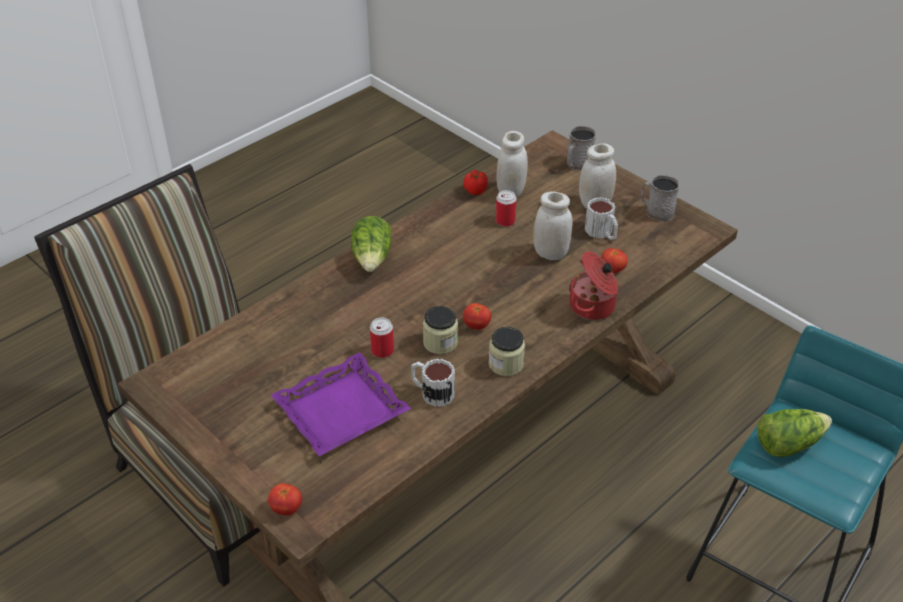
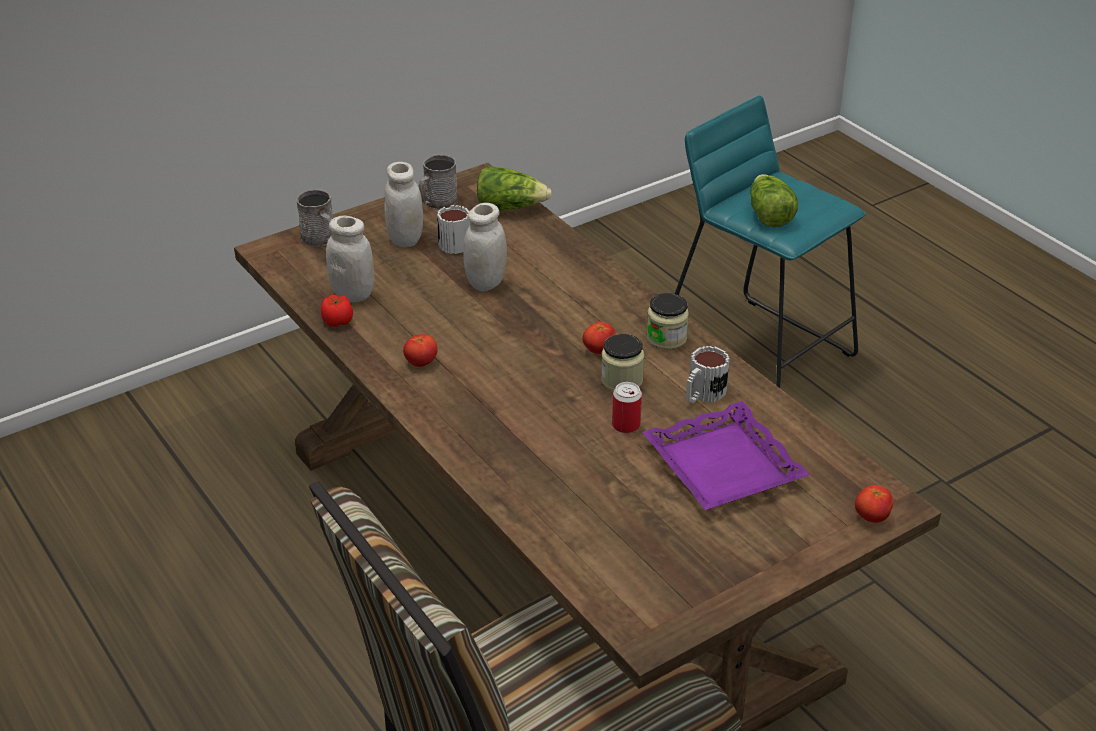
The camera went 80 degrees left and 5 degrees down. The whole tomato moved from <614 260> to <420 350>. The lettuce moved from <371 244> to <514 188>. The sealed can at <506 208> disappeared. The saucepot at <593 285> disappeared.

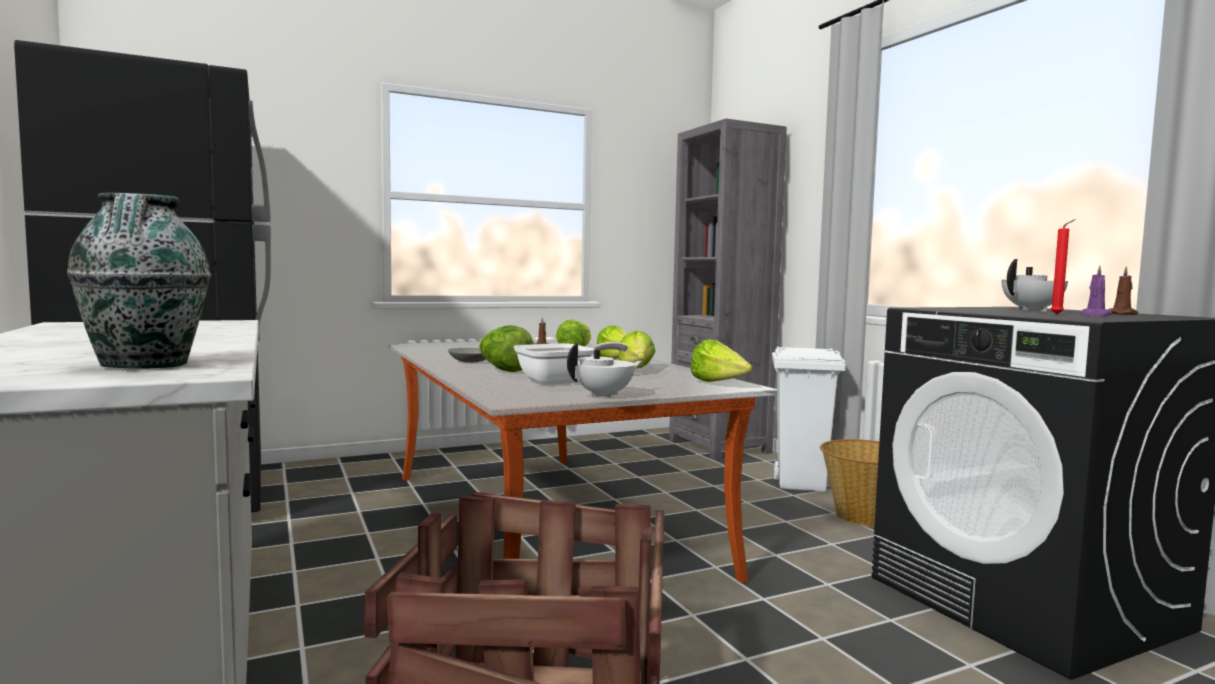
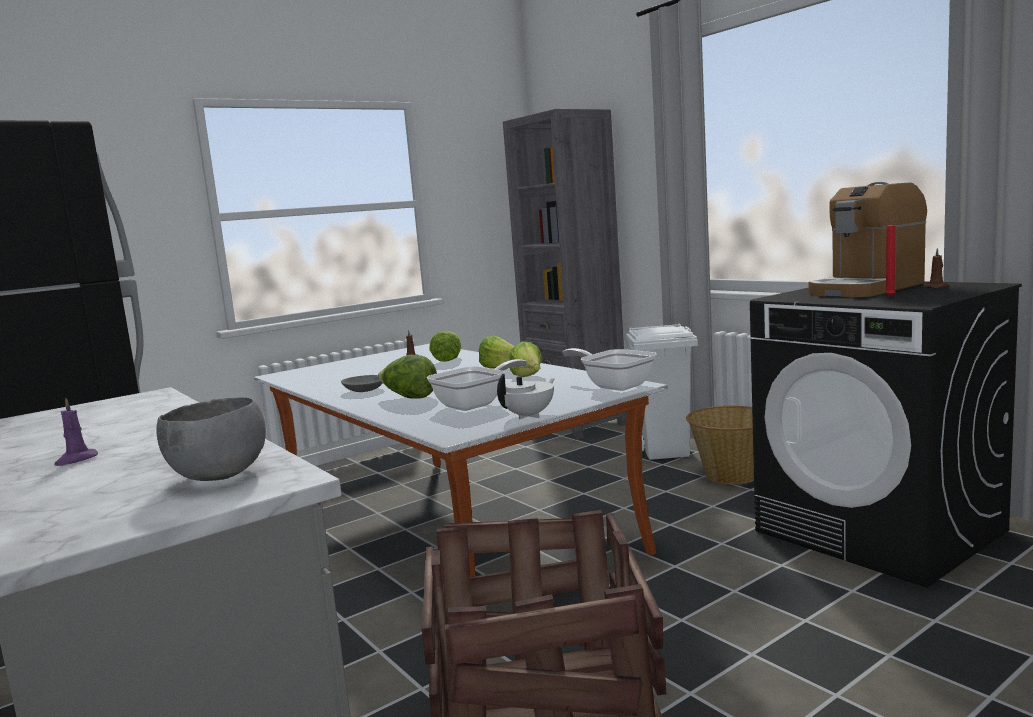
The camera went 10 degrees left and 5 degrees up. The purplish wax candle moved from <1096 290> to <76 432>. The decorative vase at <139 281> was replaced by the grey deep dish at <211 439>. The lettuce at <721 360> was replaced by the frying pan at <609 369>. The whitish teapot at <1035 285> was replaced by the coffee maker at <867 240>.

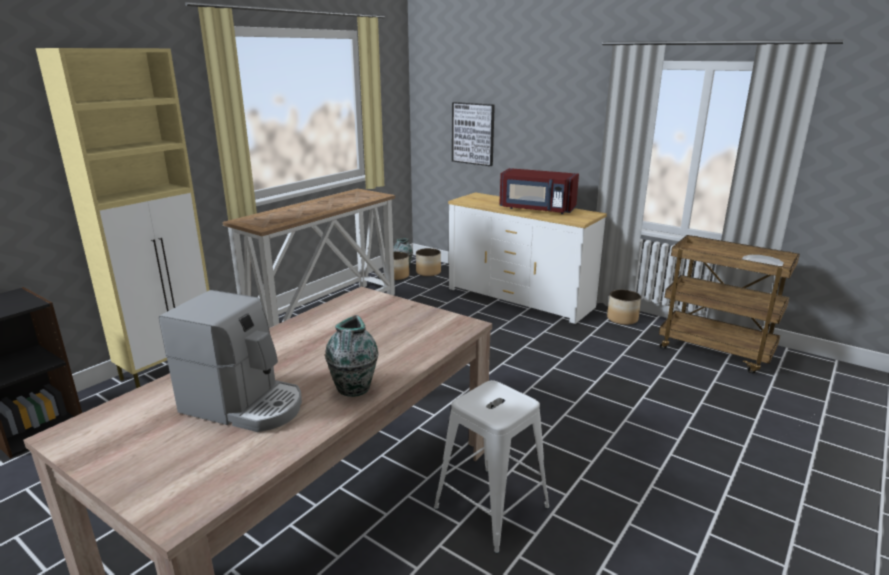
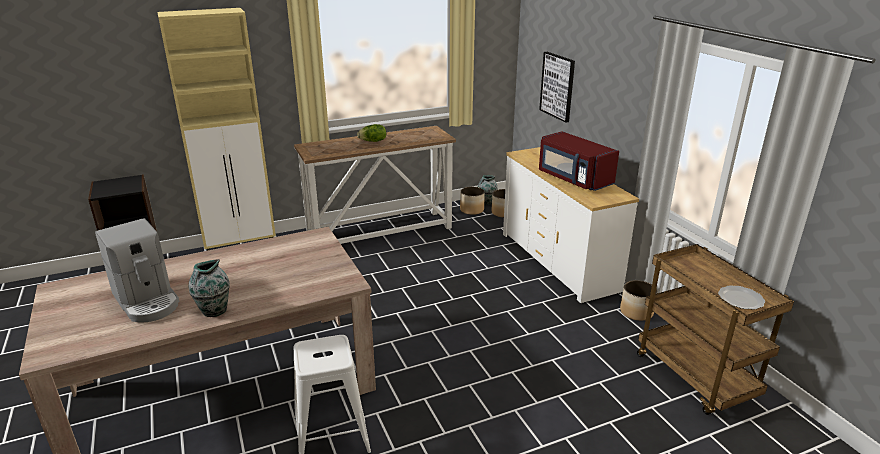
The camera went 30 degrees right and 5 degrees up. The lettuce at <371 133> appeared.

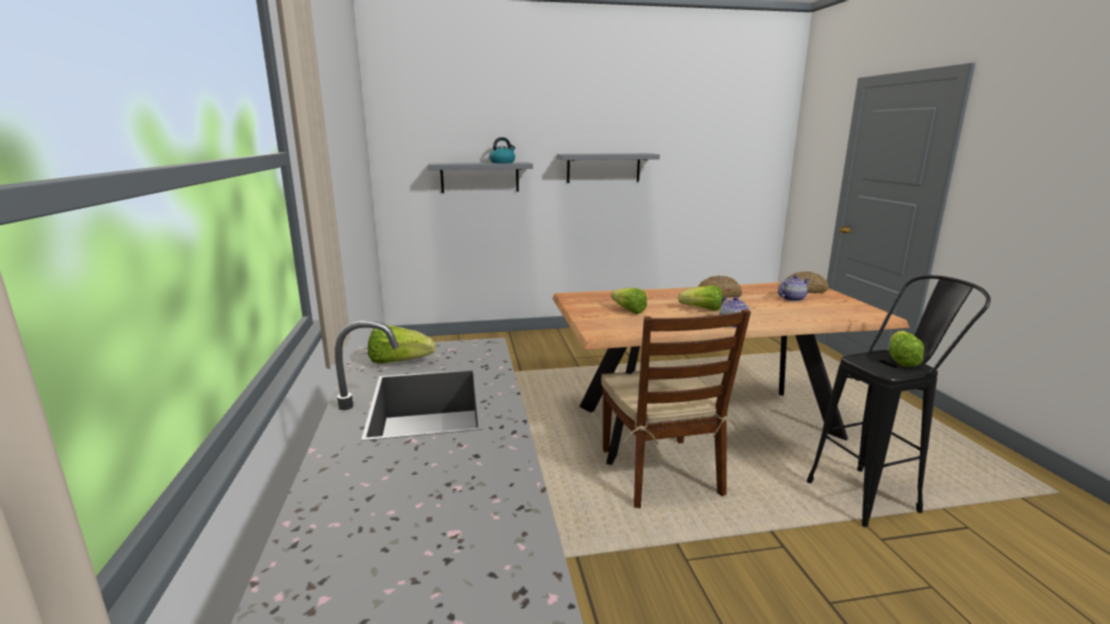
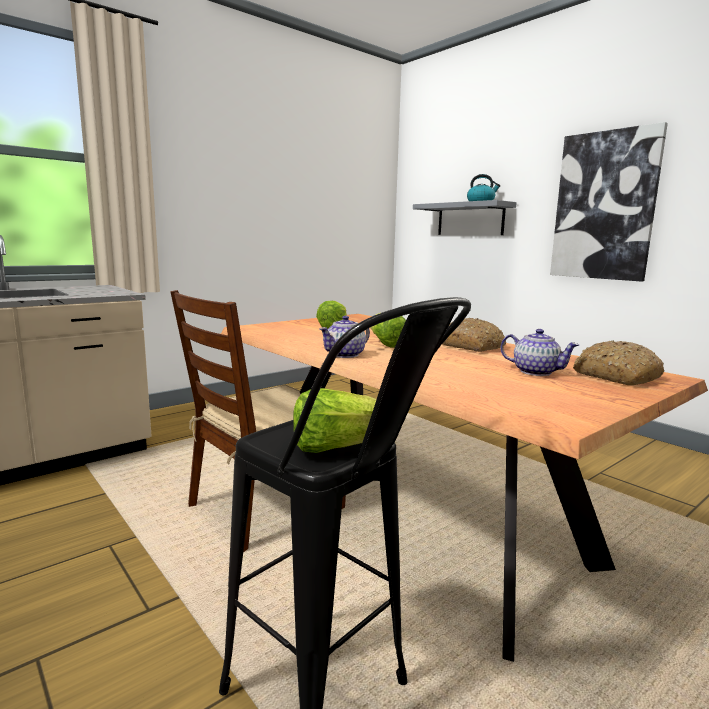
The camera went 60 degrees right and 5 degrees down. The grey wall shelf at <608 168> was replaced by the wall picture at <609 202>. The lettuce at <401 344> disappeared.

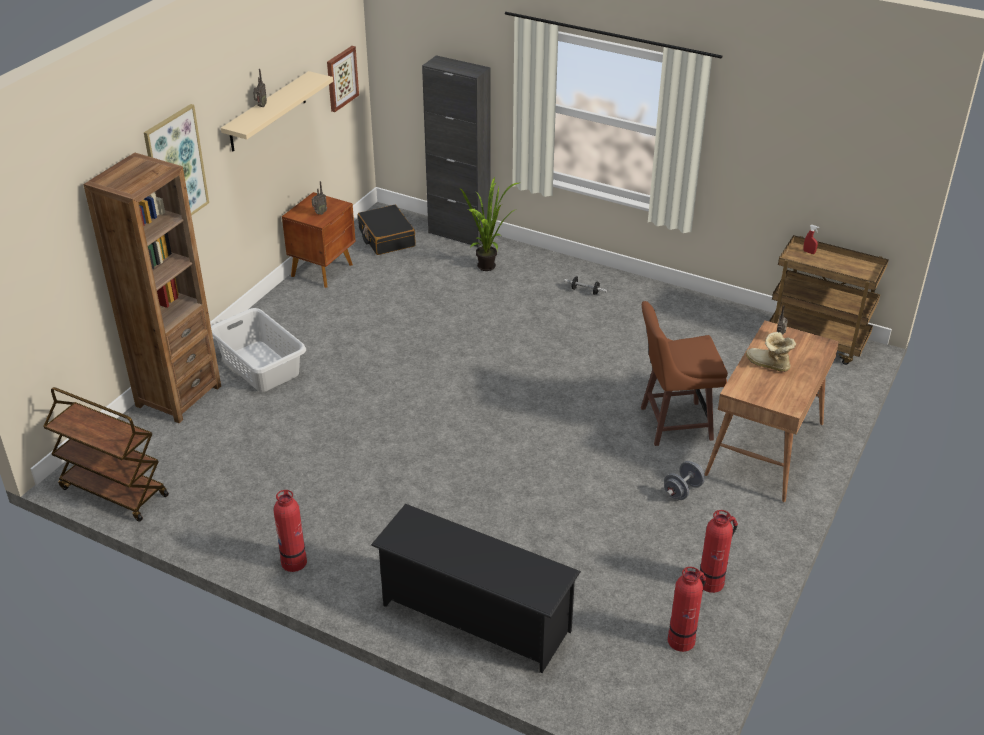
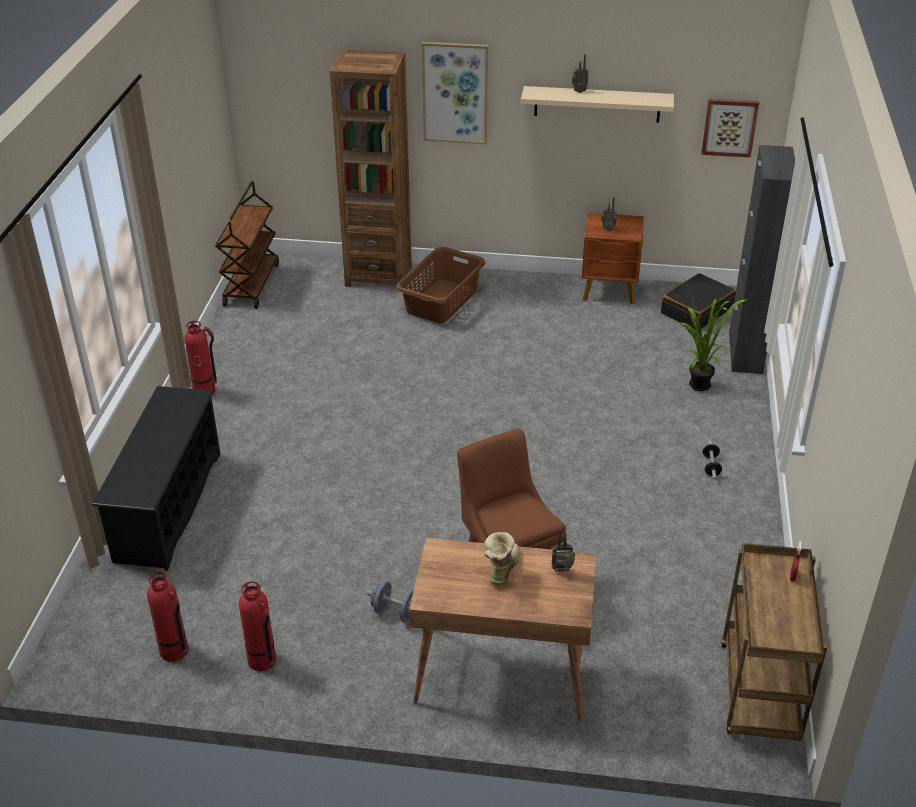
The camera went 70 degrees right and 0 degrees up. The grey laundry basket at <258 350> became the brown laundry basket at <440 285>.

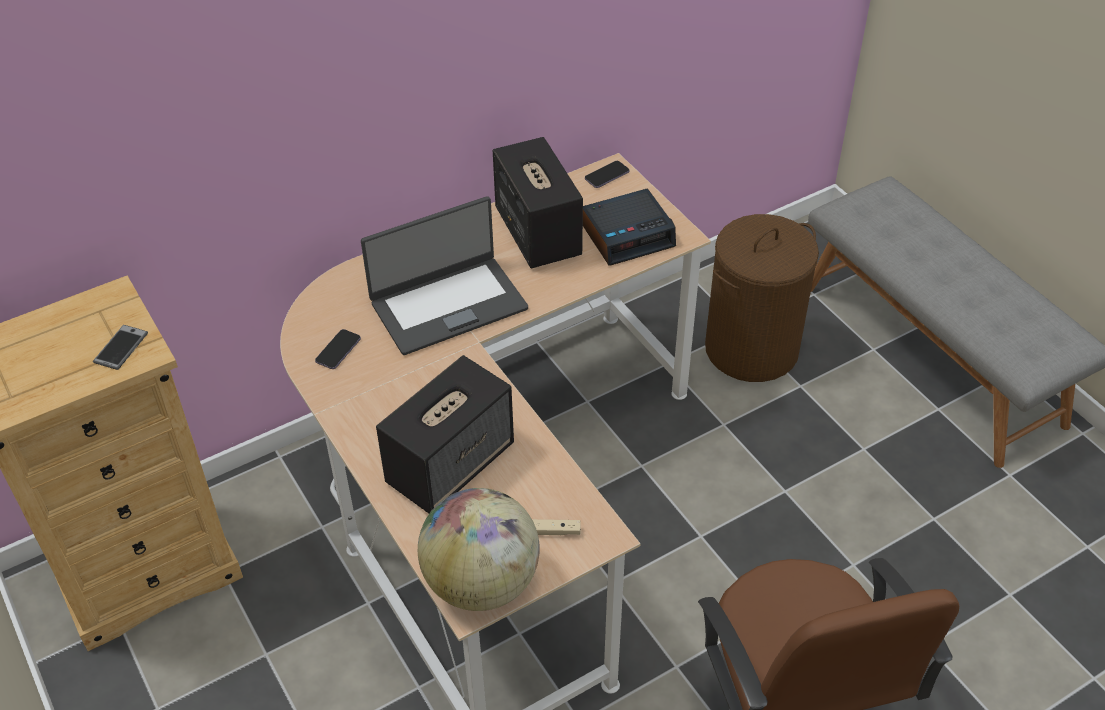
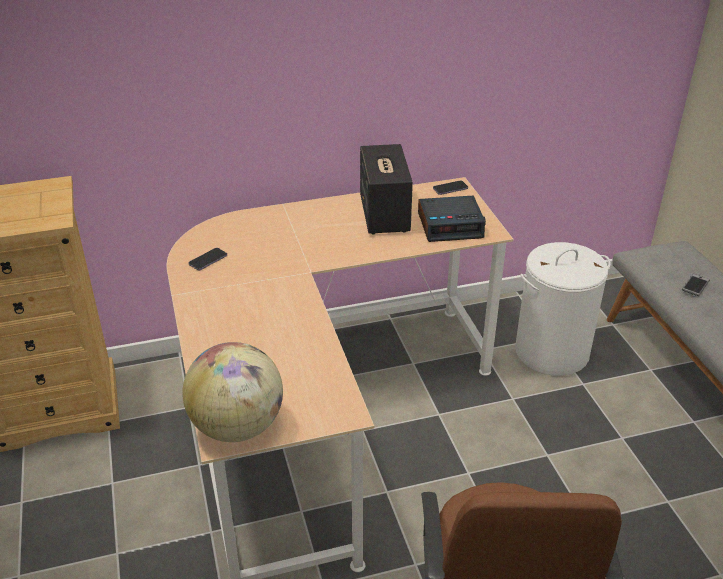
The camera went 15 degrees right and 10 degrees down. The brown laundry basket at <762 298> became the whitish laundry basket at <563 309>. The handset moved from <120 347> to <696 285>. The notebook computer at <444 275> disappeared. The audio speaker at <445 434> disappeared. The beige game controller at <556 527> disappeared.

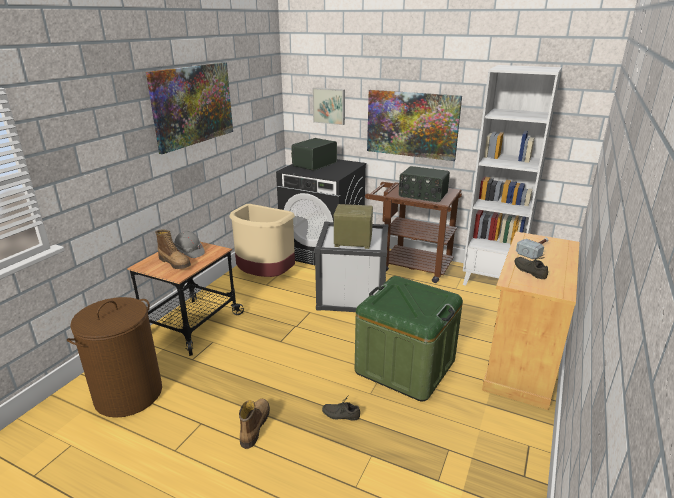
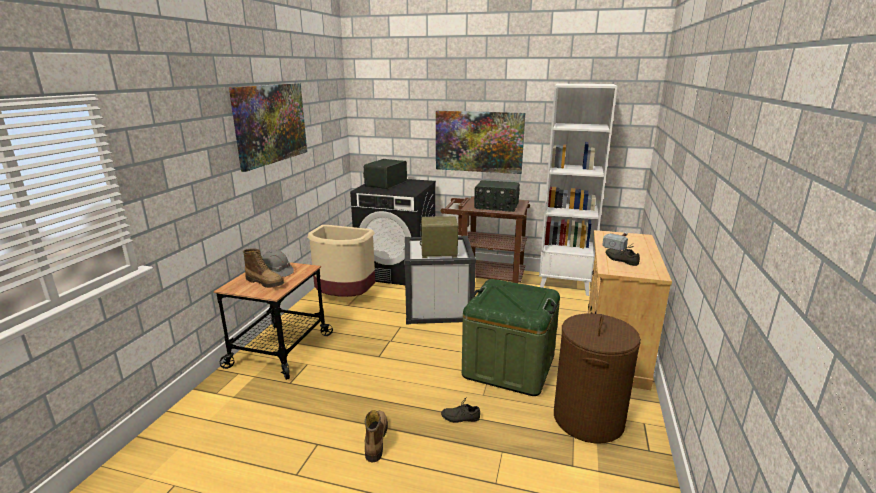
The camera went 10 degrees left and 5 degrees down. The brown laundry basket moved from <114 357> to <597 378>. The wall picture at <329 106> disappeared.

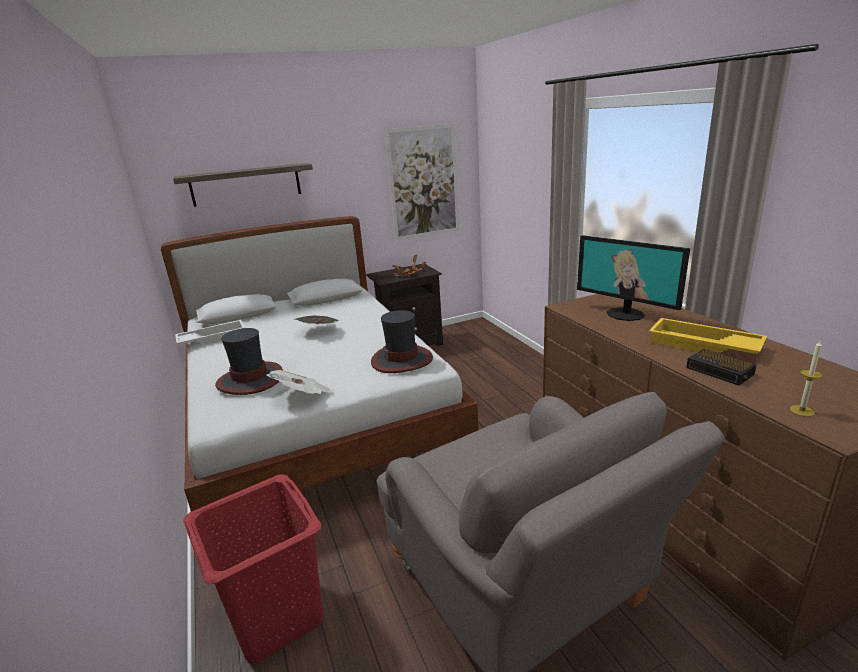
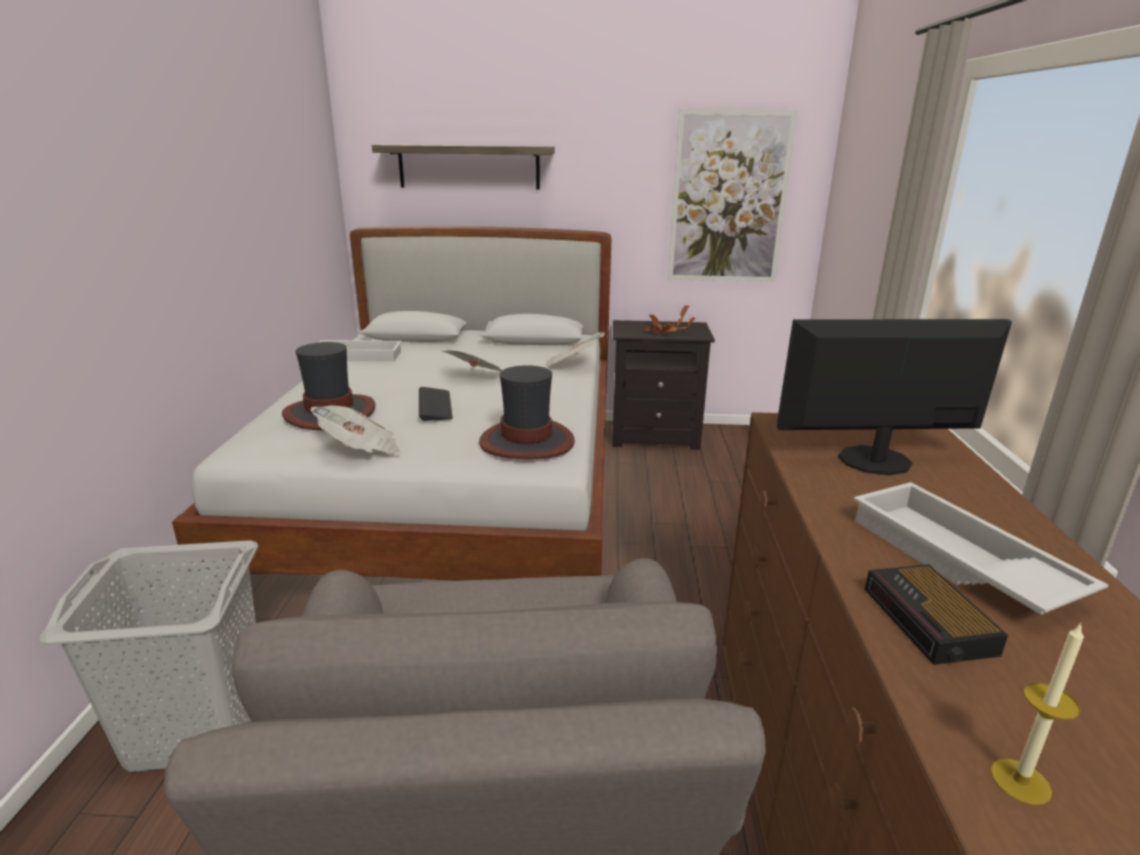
The camera went 25 degrees right and 0 degrees up. The red laundry basket at <253 568> became the grey laundry basket at <149 656>. The PC keyboard at <436 404> appeared. The daily paper at <575 349> appeared. The computer display at <633 278> turned 105 degrees clockwise. The yellow-coloured tray at <708 336> became the whitish tray at <981 548>.

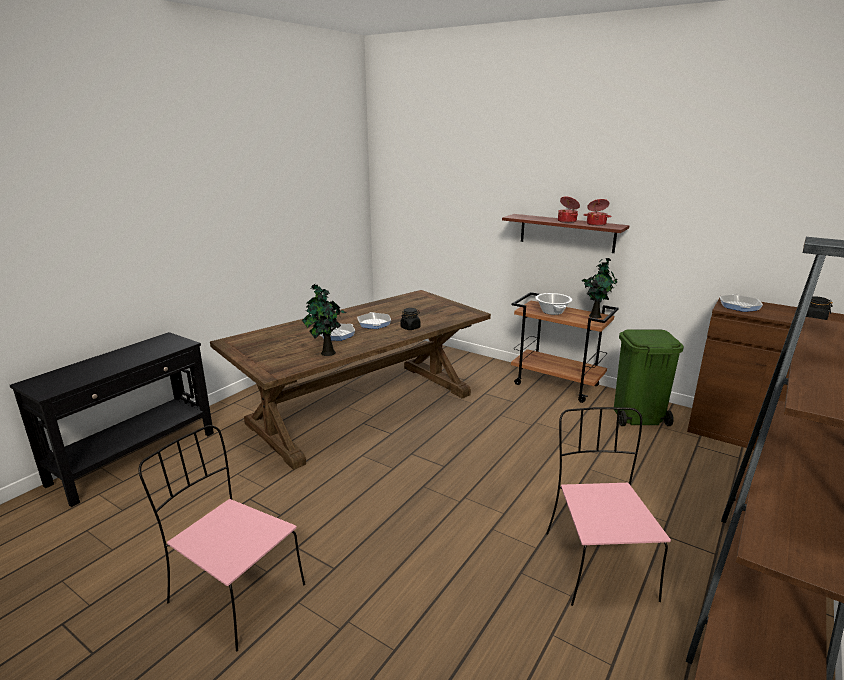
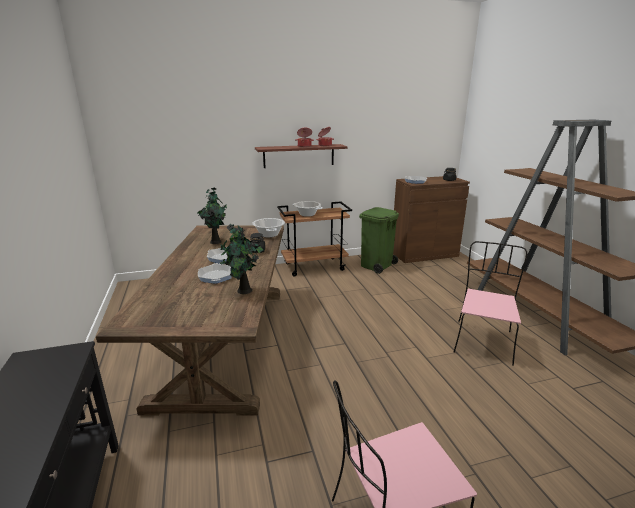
The camera went 50 degrees left and 0 degrees up. The houseplant moved from <600 288> to <212 215>. The saucepot at <268 227> appeared. The pink chair at <608 506> turned 75 degrees clockwise.

